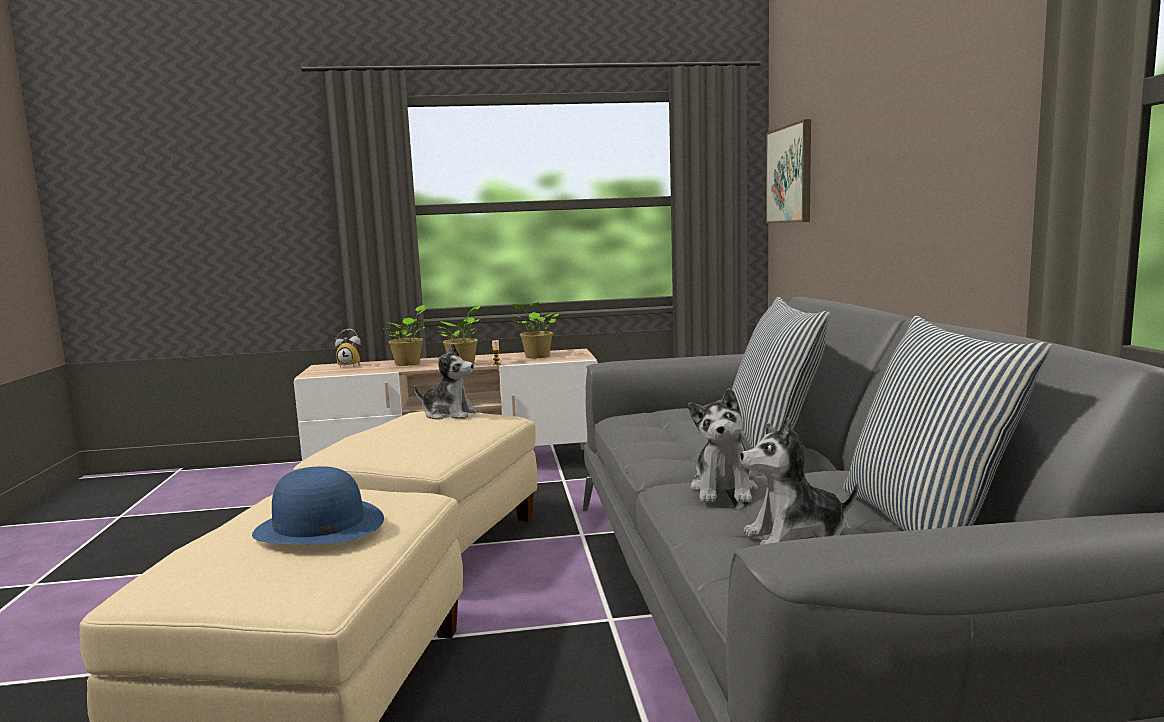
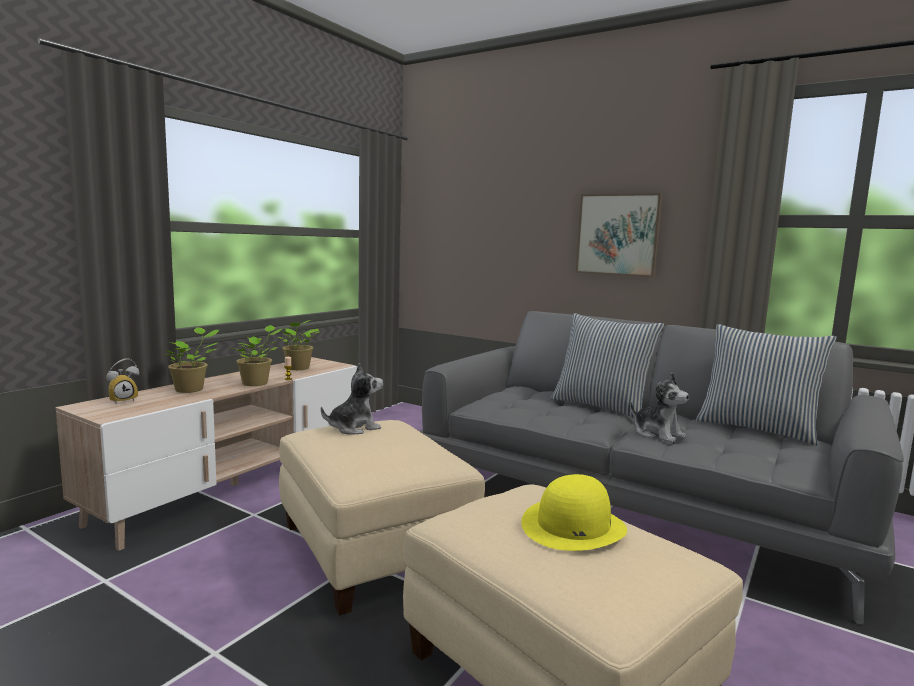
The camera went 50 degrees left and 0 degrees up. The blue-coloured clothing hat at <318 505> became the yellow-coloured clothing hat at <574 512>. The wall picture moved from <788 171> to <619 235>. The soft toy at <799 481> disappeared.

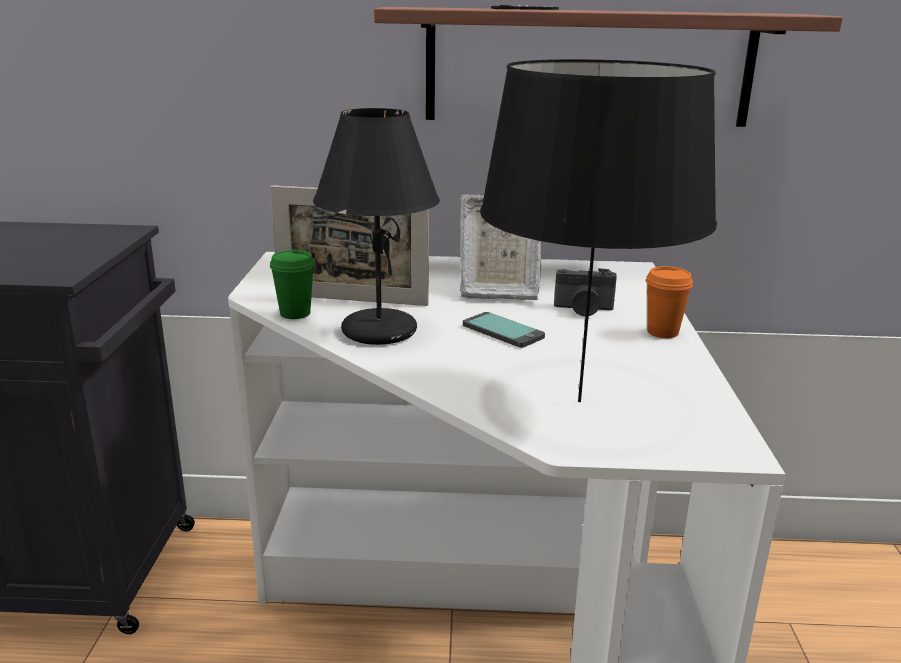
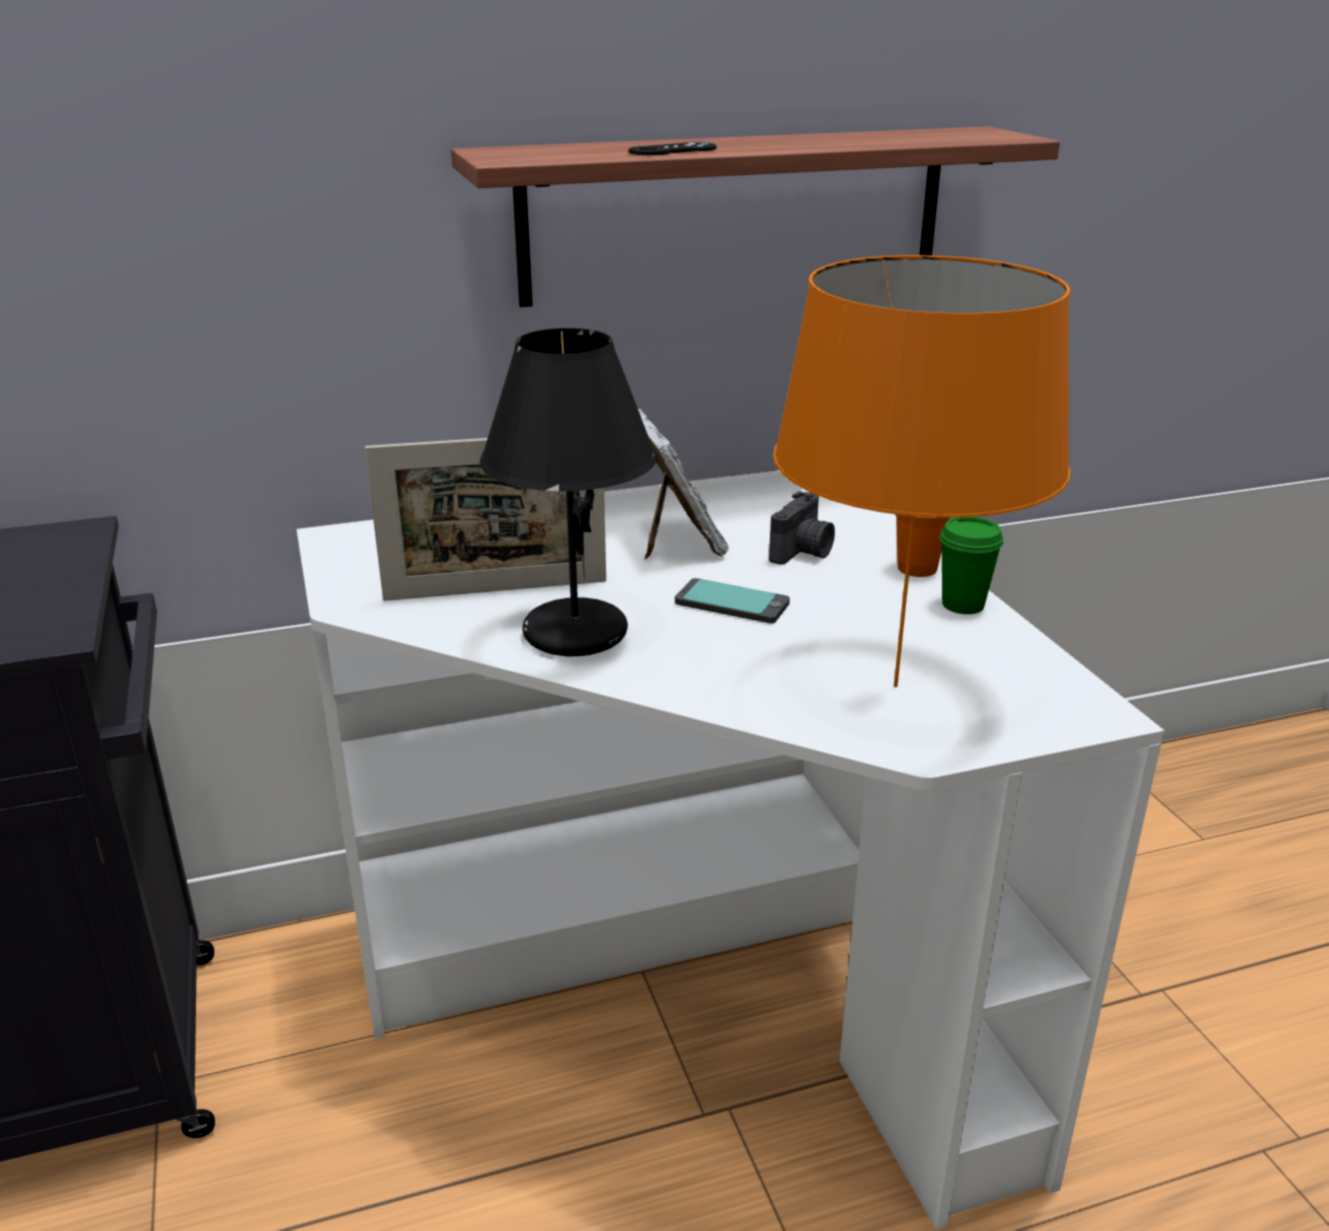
The camera went 20 degrees left and 5 degrees up. The picture frame at <500 247> turned 90 degrees counterclockwise. The photo camera at <585 292> turned 45 degrees counterclockwise. The black-coloured table lamp at <598 230> became the orange table lamp at <921 471>. The greenish cup moved from <292 284> to <971 565>.

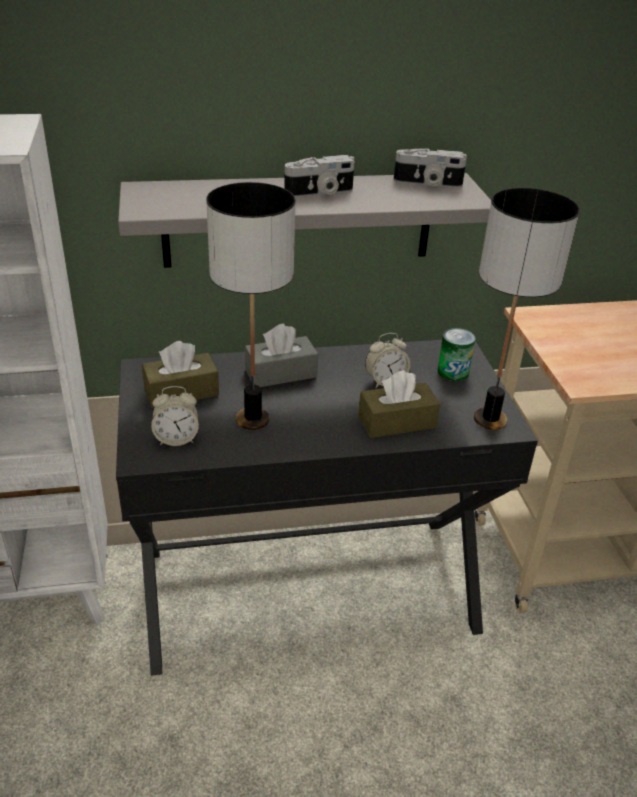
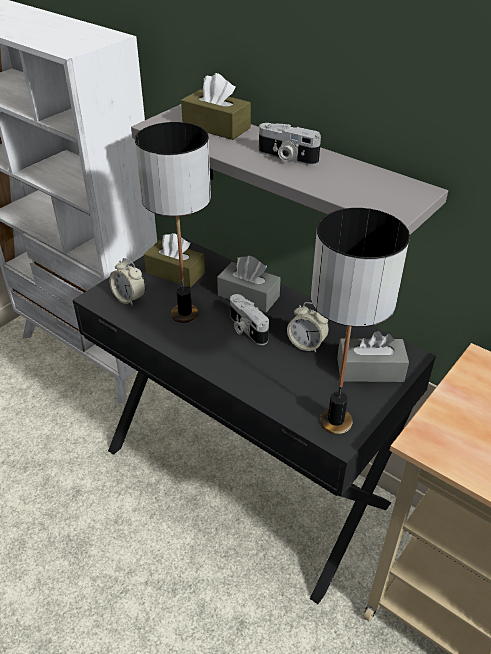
The camera went 50 degrees right and 5 degrees up. The brown tissue box moved from <399 404> to <216 106>. The photo camera moved from <430 168> to <249 319>. The sealed can at <457 354> was replaced by the grey tissue box at <373 356>.

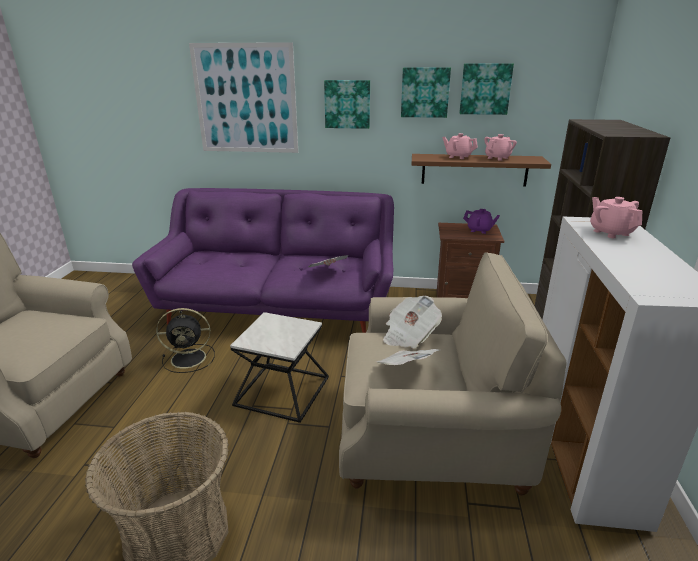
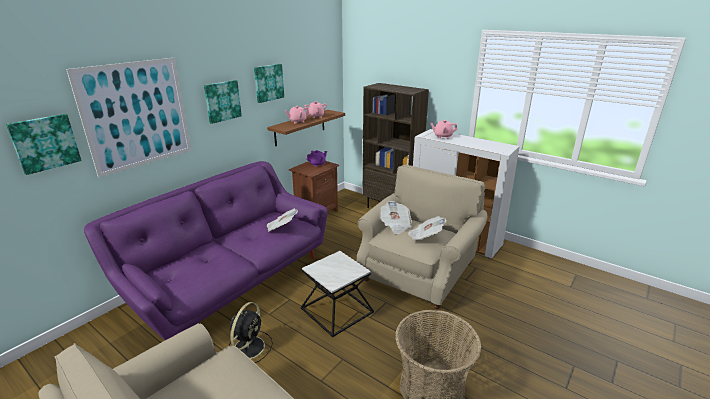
The camera went 60 degrees left and 0 degrees up. The wall picture moved from <486 89> to <44 144>.

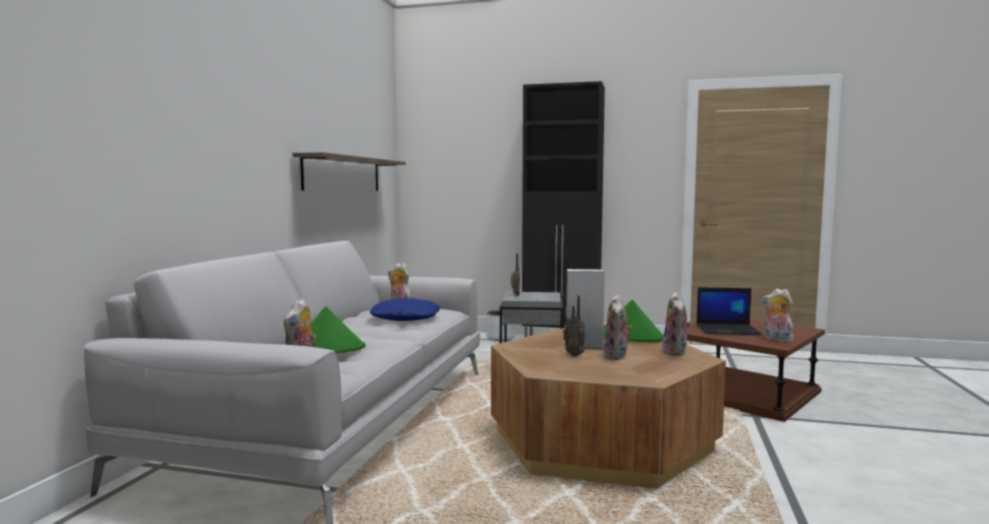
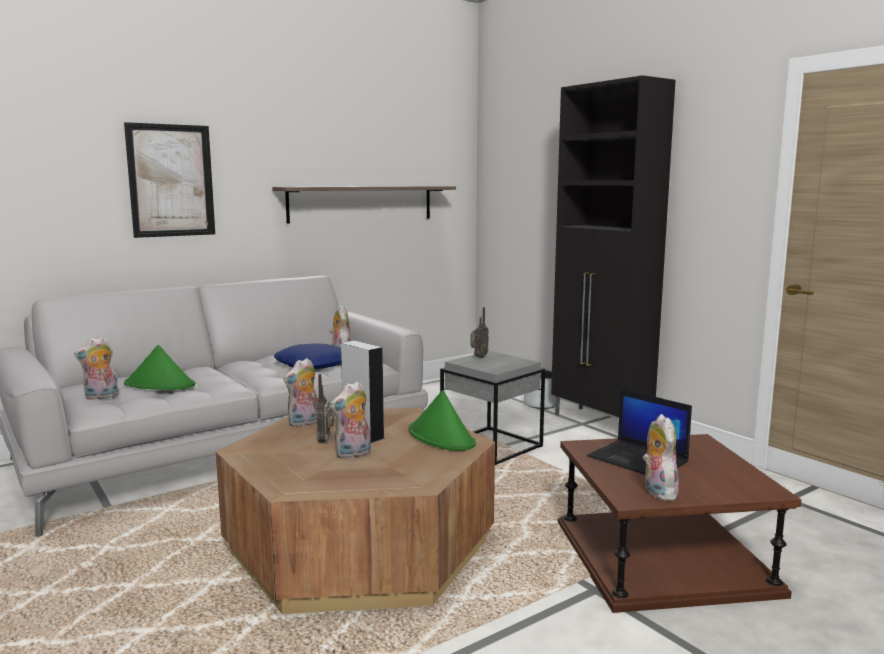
The camera went 40 degrees right and 5 degrees up. The wall picture at <169 180> appeared. The soft toy moved from <676 324> to <300 392>.

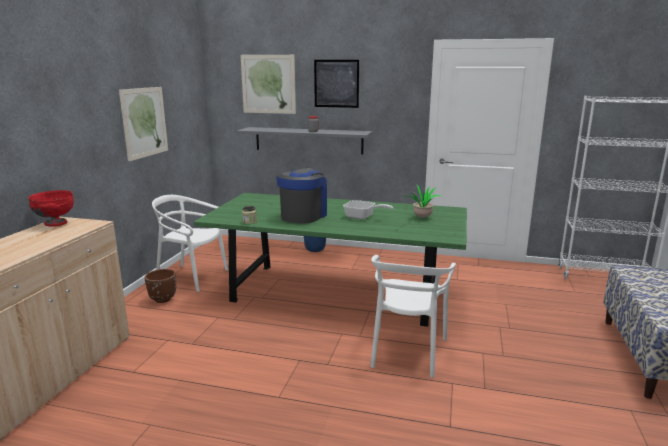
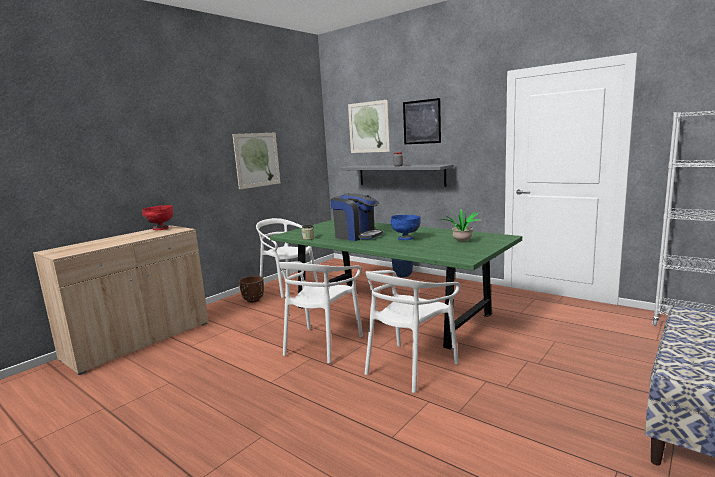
The camera went 25 degrees right and 5 degrees down. The whitish chair at <321 312> appeared. The coffee maker at <301 195> turned 75 degrees clockwise. The frying pan at <368 210> was replaced by the blue-coloured deep dish at <406 227>.

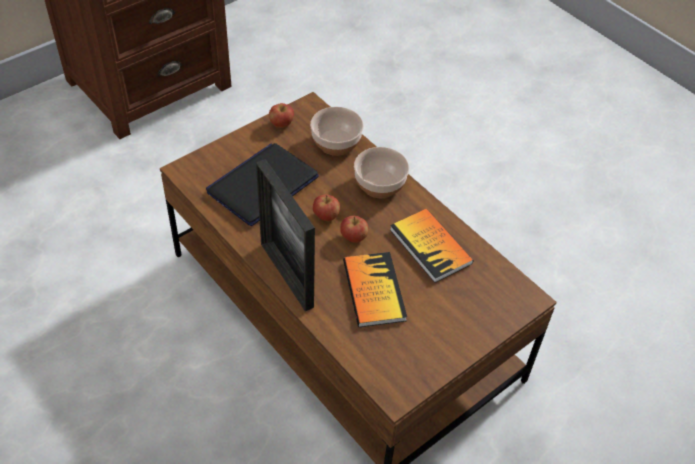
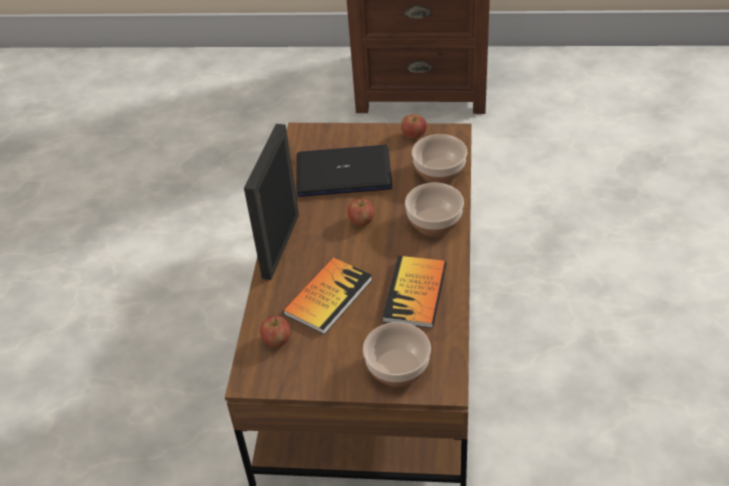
The camera went 50 degrees right and 5 degrees down. The apple fruit moved from <354 229> to <275 331>. The deep dish at <397 354> appeared.

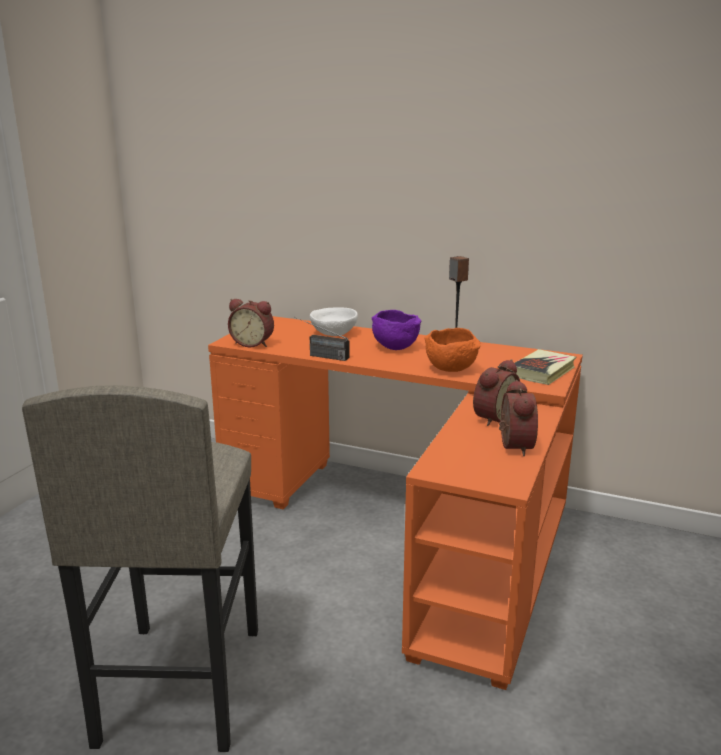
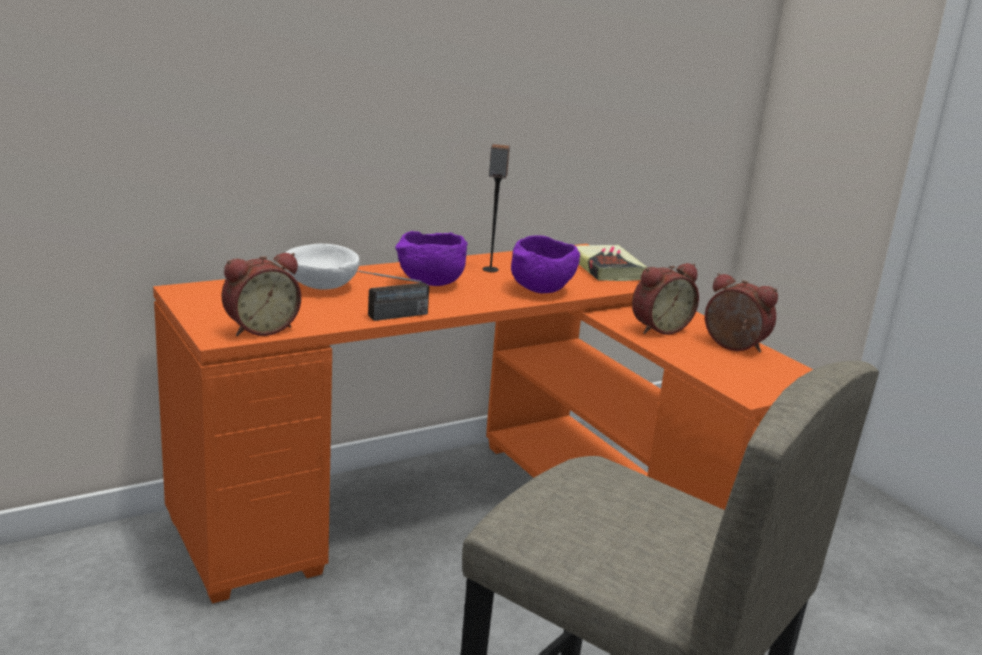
The camera went 55 degrees left and 0 degrees up. The orange deep dish at <453 350> became the purplish deep dish at <545 264>. The table clock at <496 392> turned 75 degrees clockwise.

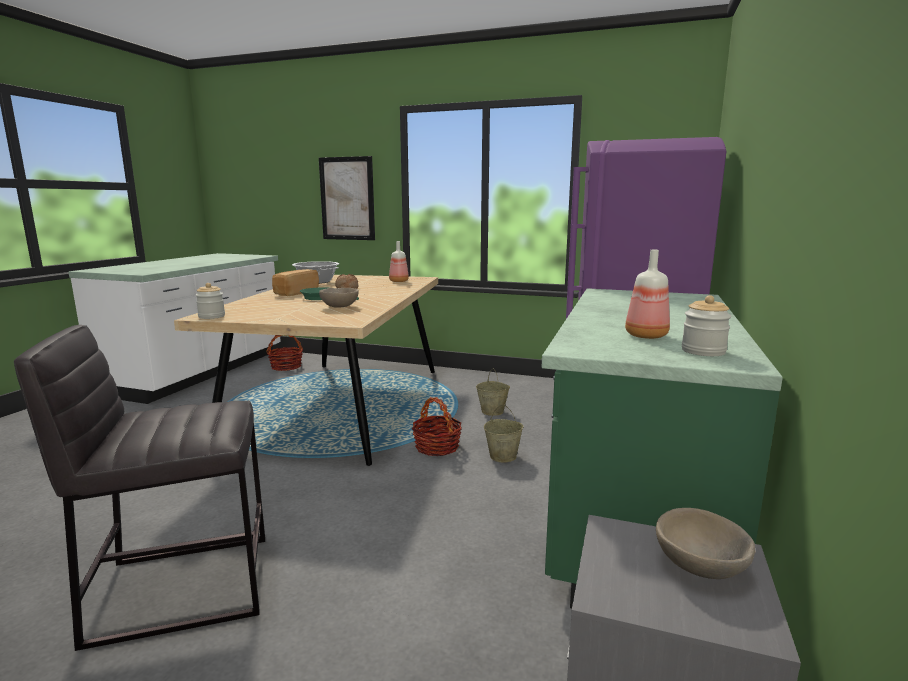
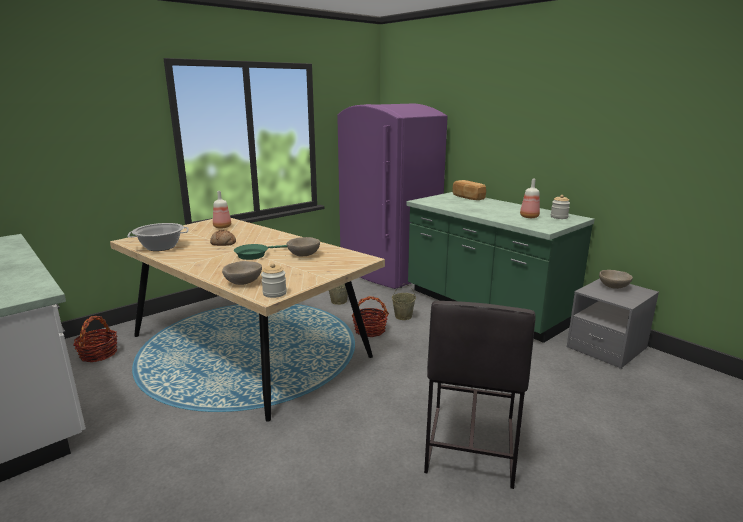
The camera went 60 degrees left and 5 degrees up. The beige deep dish at <242 273> appeared. The baked bread moved from <295 282> to <469 190>. The wall picture at <347 198> disappeared.

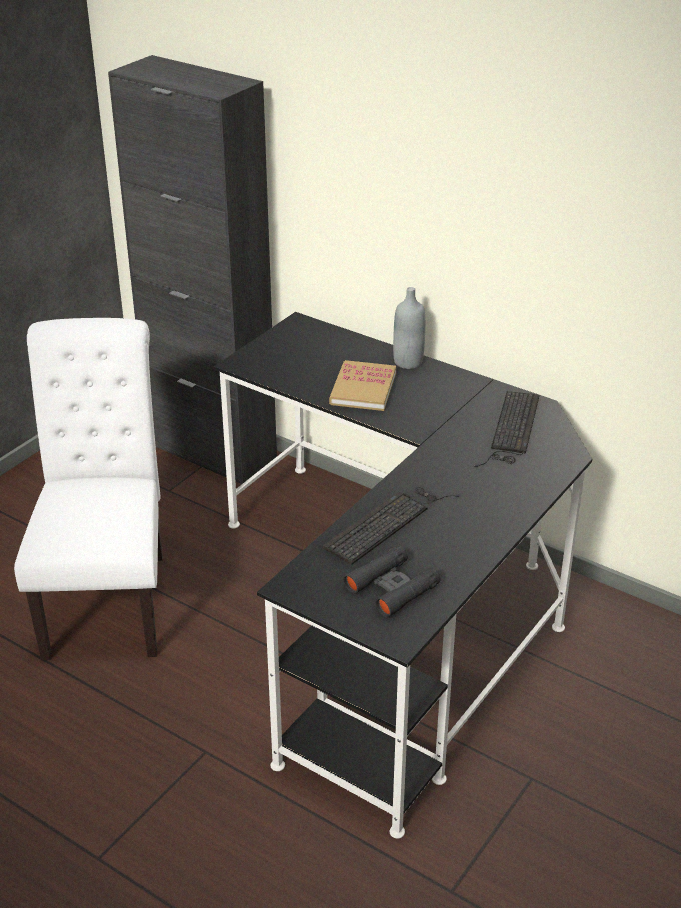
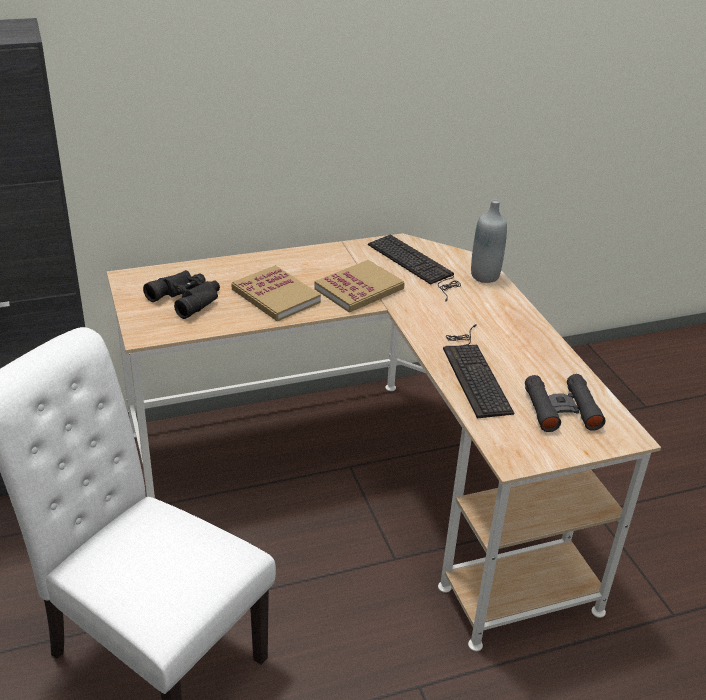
The camera went 55 degrees left and 0 degrees up. The black-coloured desk unit at <403 575> became the beige desk unit at <384 442>. The black-coloured binoculars at <181 294> appeared. The volume at <359 286> appeared. The grey bottle moved from <409 328> to <489 241>.

